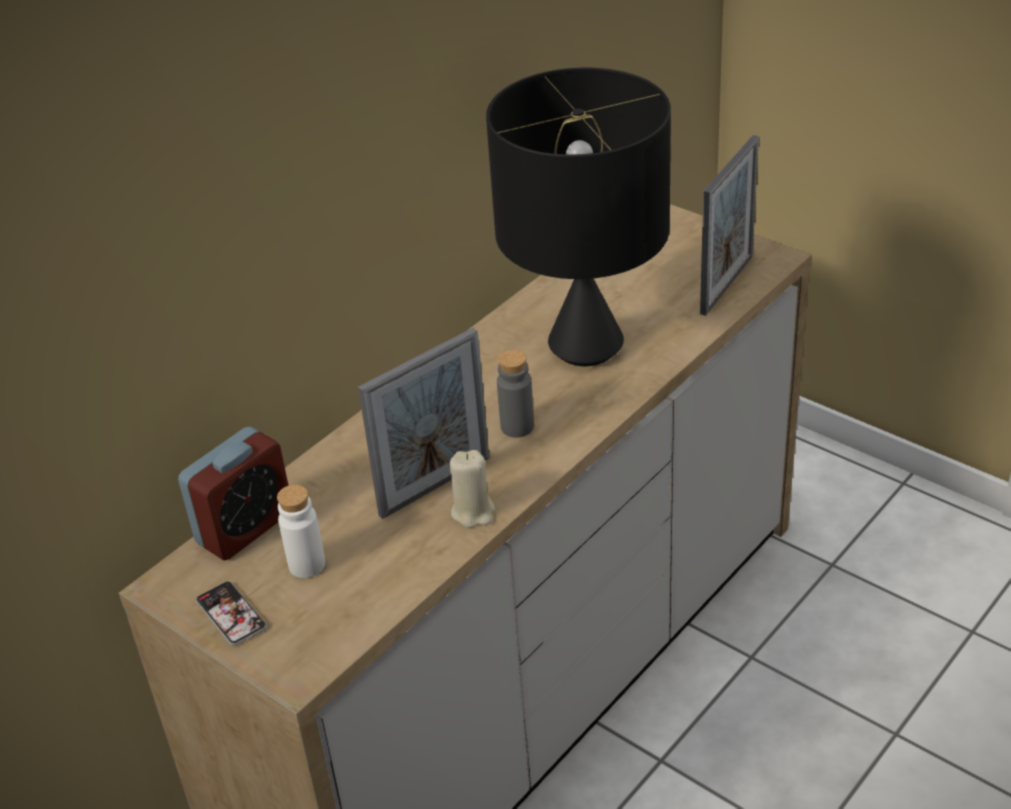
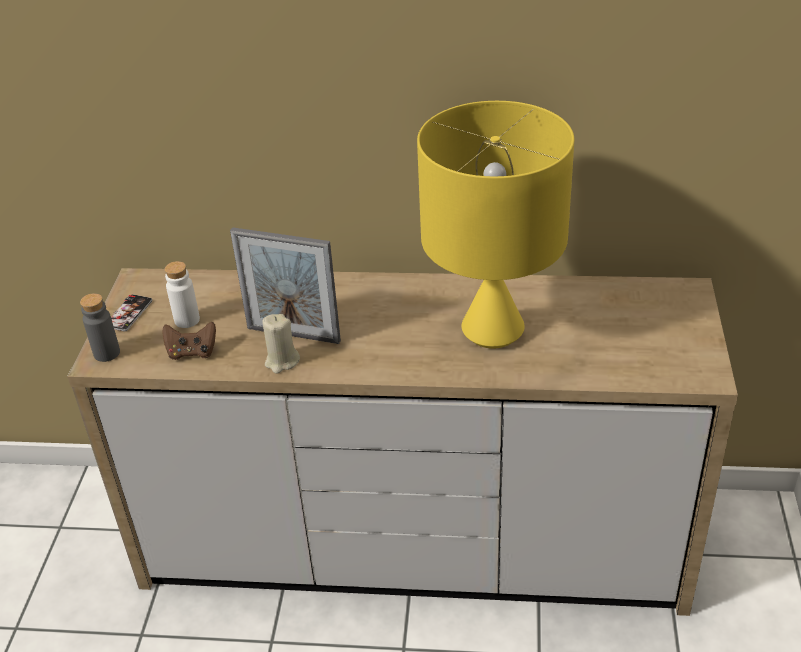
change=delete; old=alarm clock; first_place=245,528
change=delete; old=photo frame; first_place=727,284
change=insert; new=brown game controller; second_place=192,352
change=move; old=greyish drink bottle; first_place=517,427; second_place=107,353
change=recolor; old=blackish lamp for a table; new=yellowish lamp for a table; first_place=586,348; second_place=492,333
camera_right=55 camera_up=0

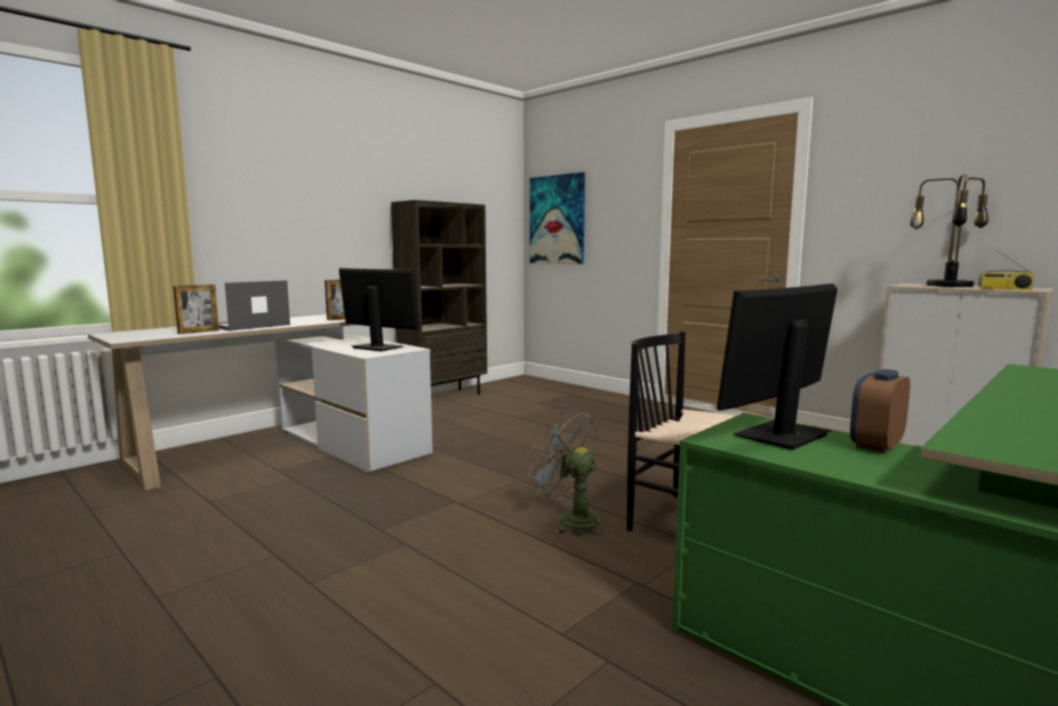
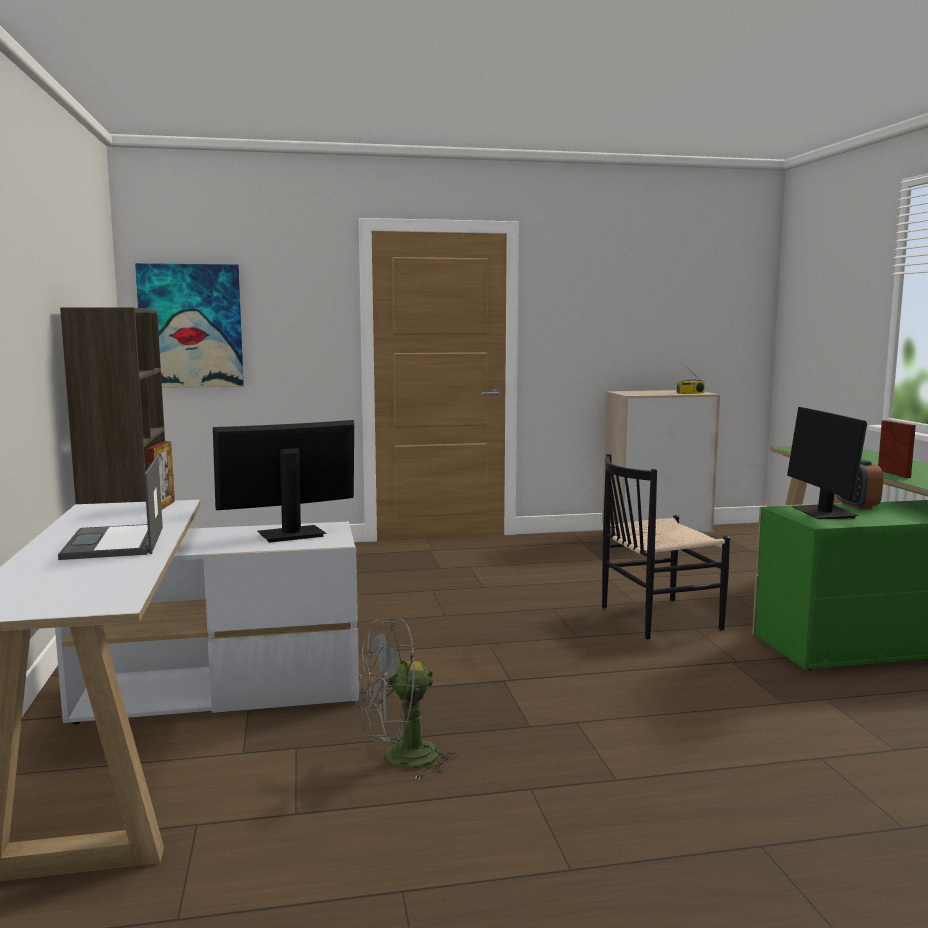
change=delete; old=lamp for a table; first_place=948,285
change=move; old=photo frame; first_place=198,332; second_place=893,474
change=move; old=greyish fan; first_place=570,519; second_place=400,759
camera_right=-55 camera_up=0

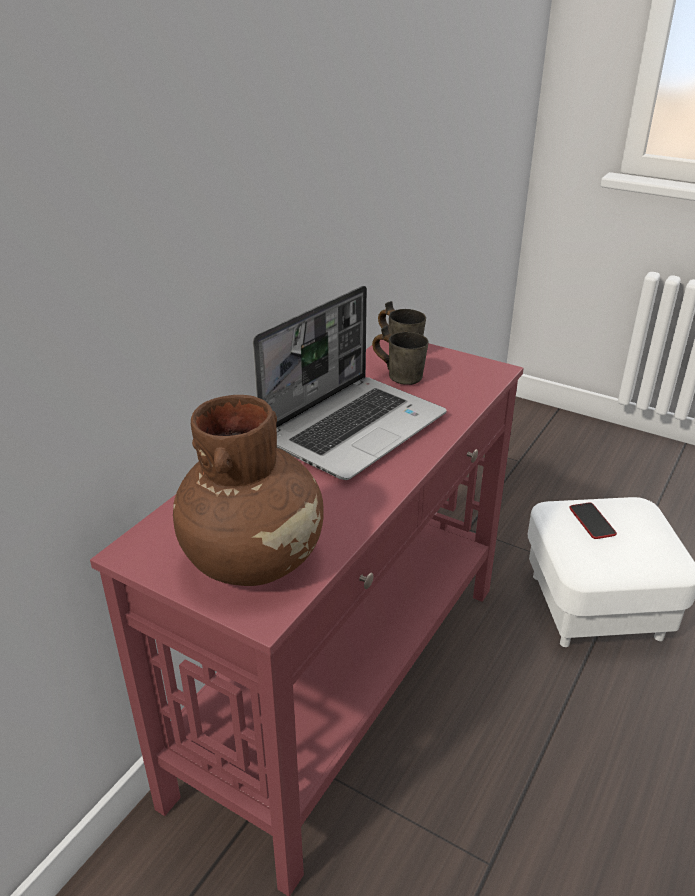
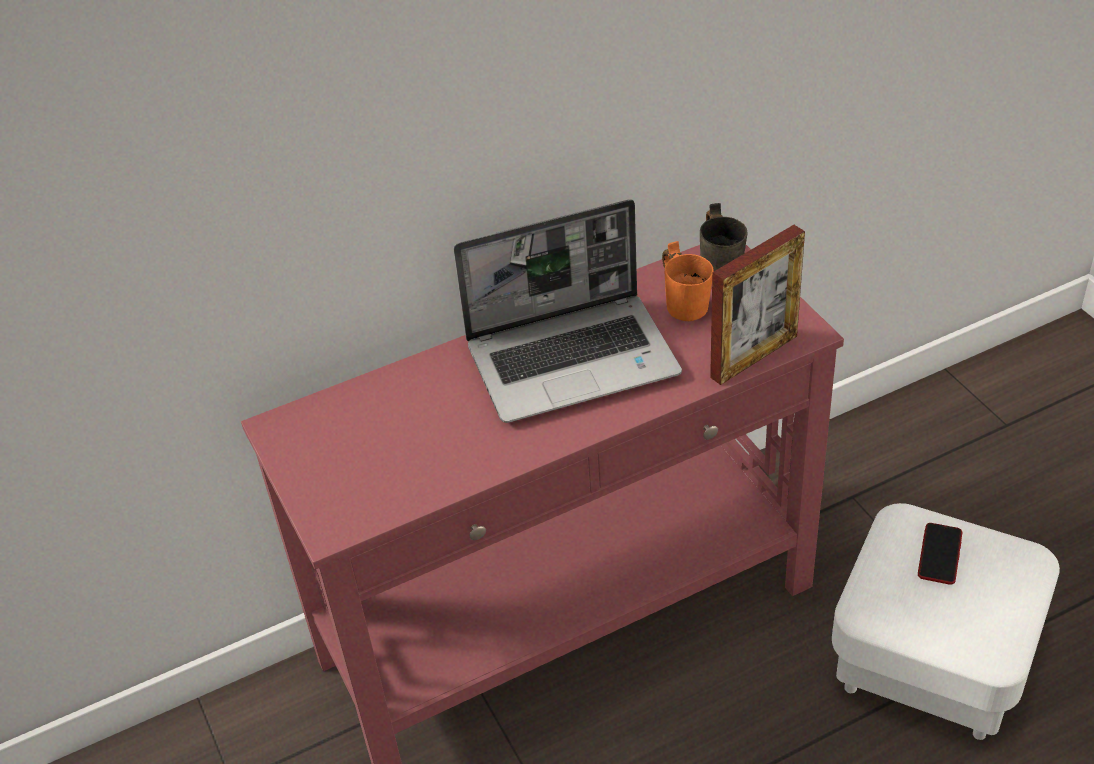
change=delete; old=brown decorative vase; first_place=254,559
change=insert; new=photo frame; second_place=754,356
change=recolor; old=greyish mug; new=orange-coloured mug; first_place=401,375; second_place=687,303
camera_right=35 camera_up=10

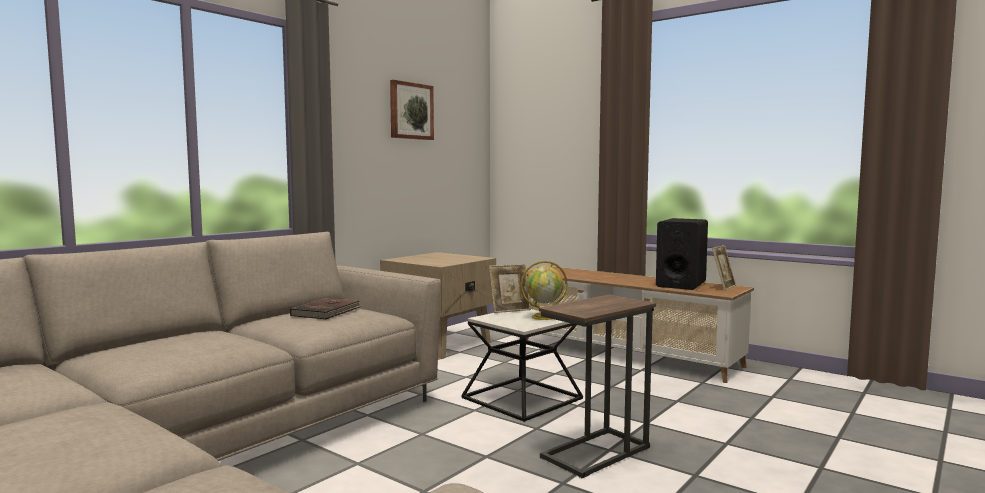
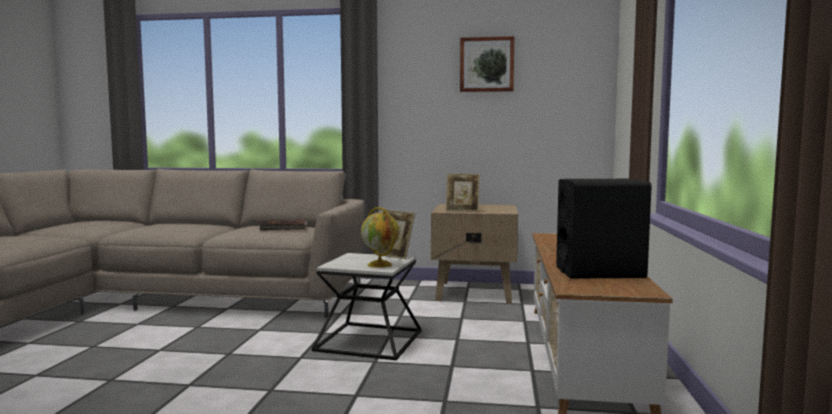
change=delete; old=brown side table; first_place=595,452
change=move; old=photo frame; first_place=723,287; second_place=462,211
camera_right=60 camera_up=0

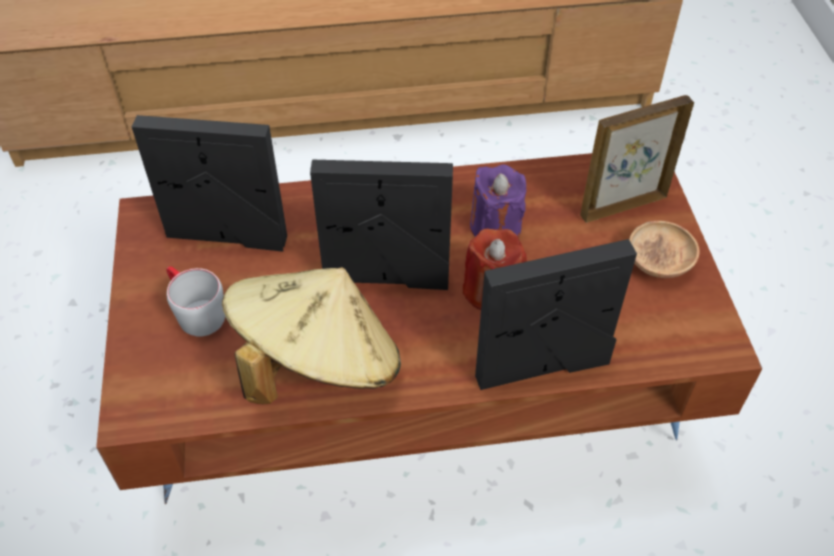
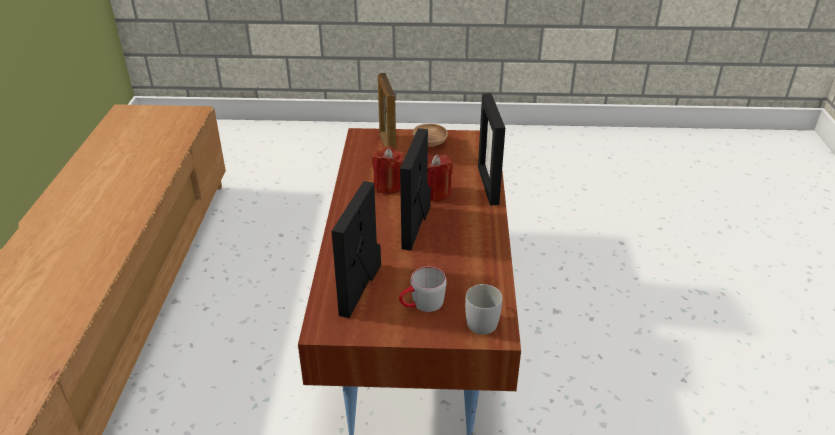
change=delete; old=sand-coloured wearable hat; first_place=317,363
change=insert; new=whitish mug; second_place=481,319
change=recolor; old=purple candle; new=red-coloured candle; first_place=495,227; second_place=388,186
camera_right=-80 camera_up=-15

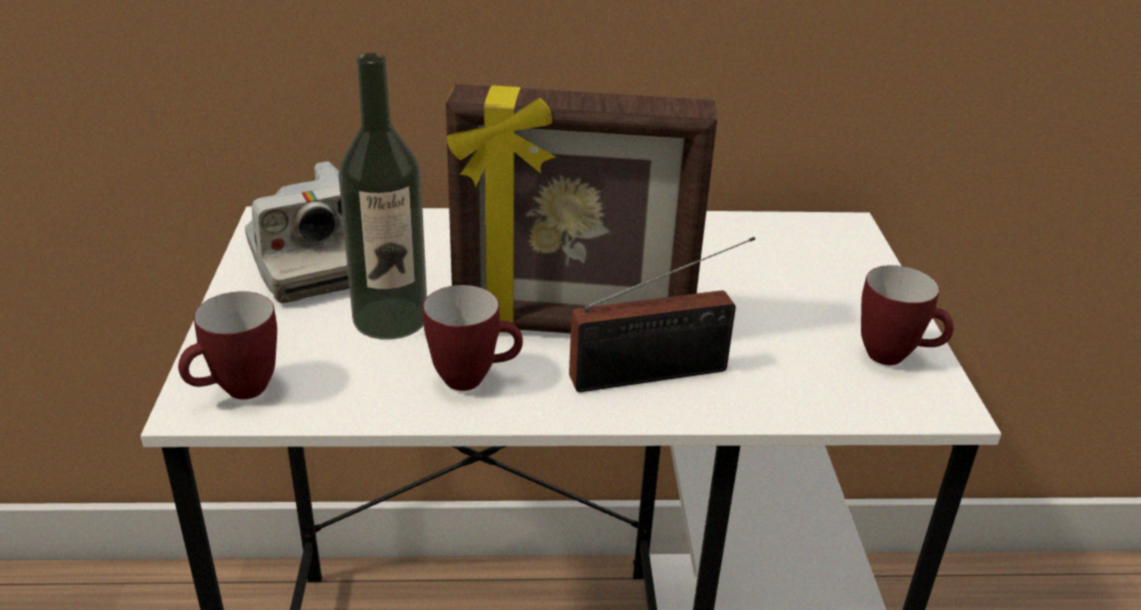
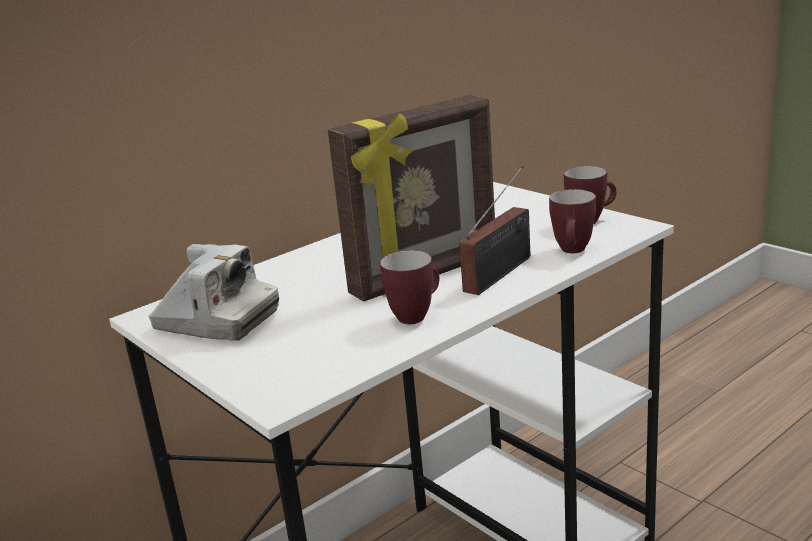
change=delete; old=drink bottle; first_place=390,319
change=move; old=mug; first_place=237,393; second_place=573,252
camera_right=-35 camera_up=-10

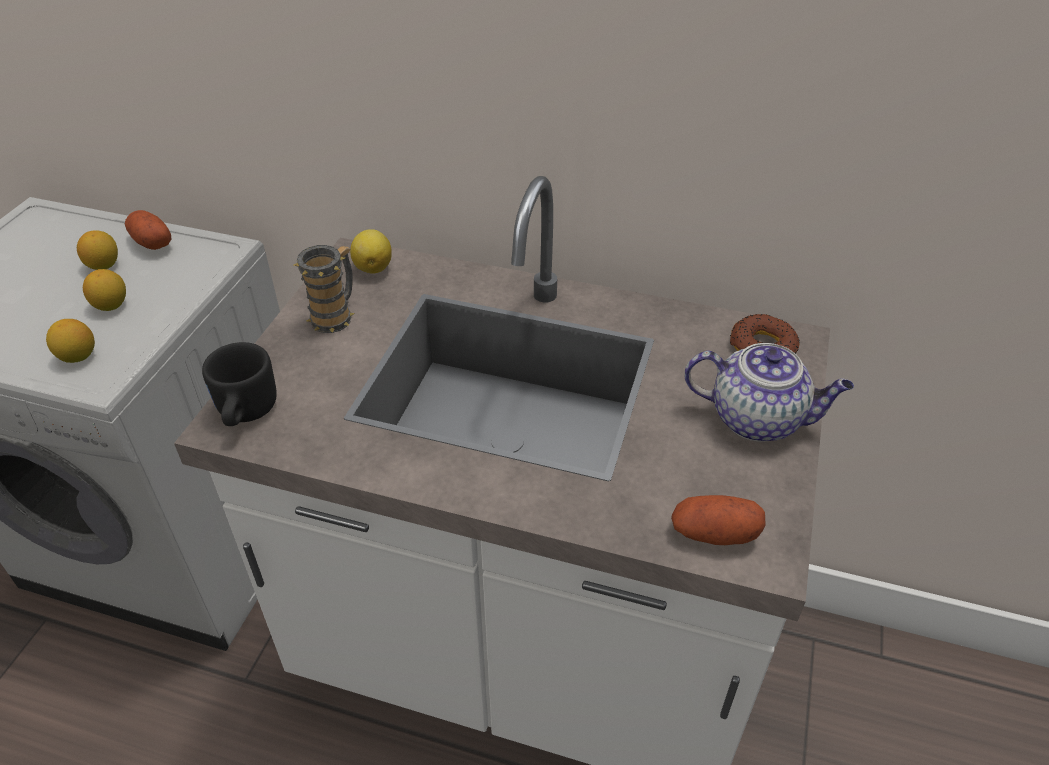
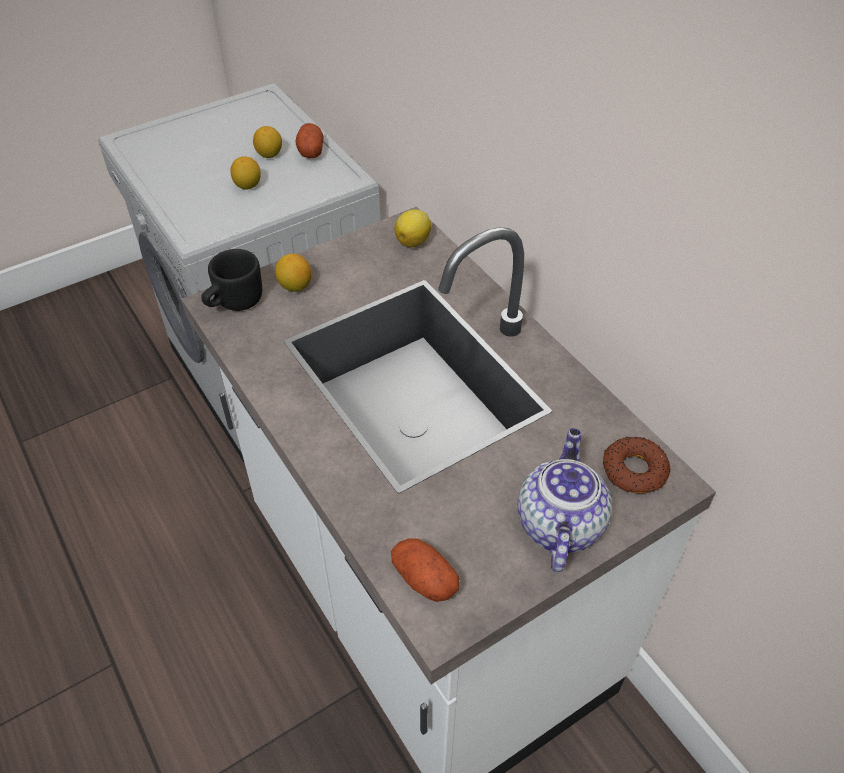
change=delete; old=mug; first_place=336,315
change=move; old=lemon; first_place=78,356; second_place=295,286
change=rotate; old=teapot; first_place=758,419; second_place=558,523; degrees=-135
camera_right=40 camera_up=5

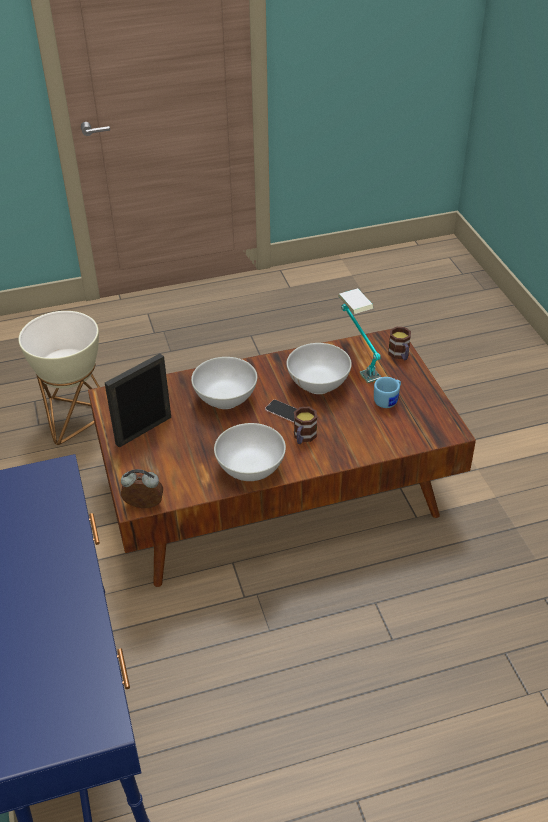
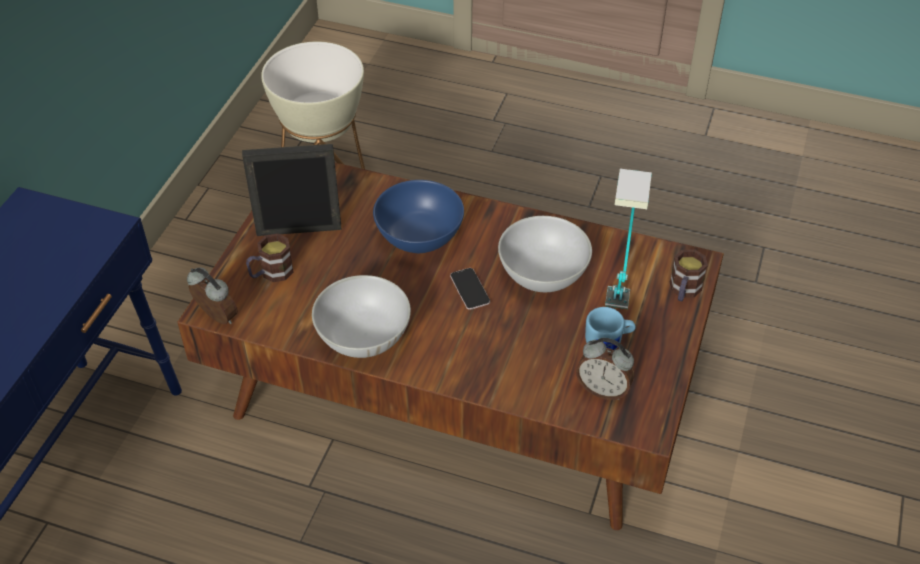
change=insert; new=alarm clock; second_place=603,389
change=move; old=mug; first_place=303,437; second_place=271,273
change=recolor; old=whitish deep dish; new=blue-coloured deep dish; first_place=225,399; second_place=419,239
camera_right=35 camera_up=5

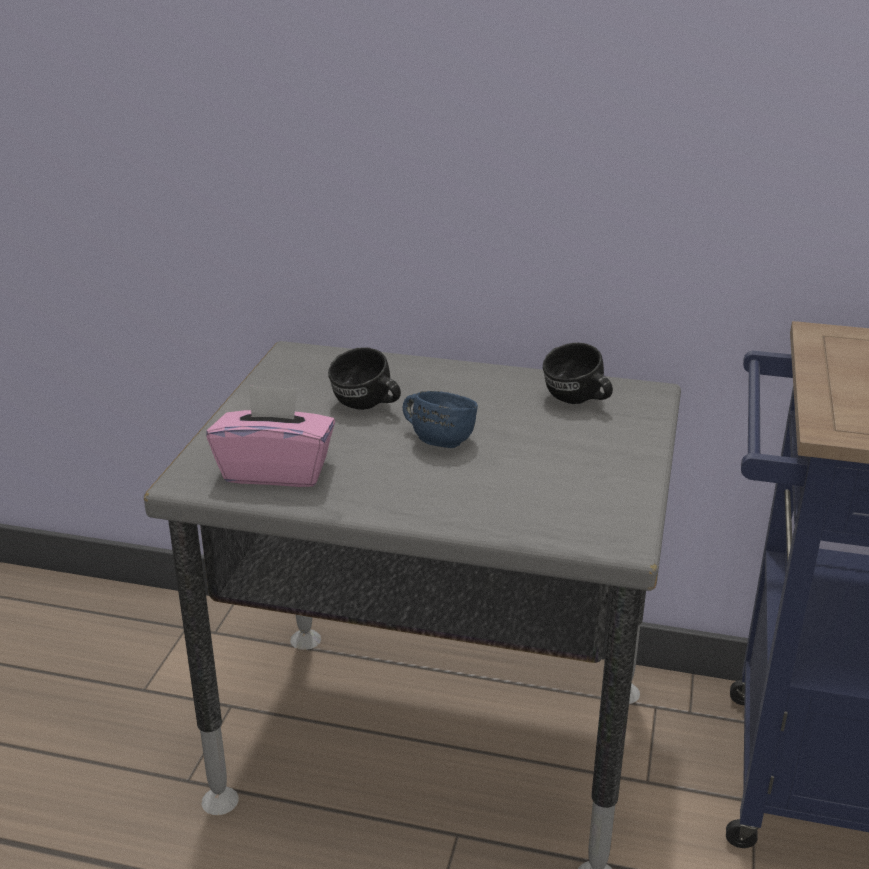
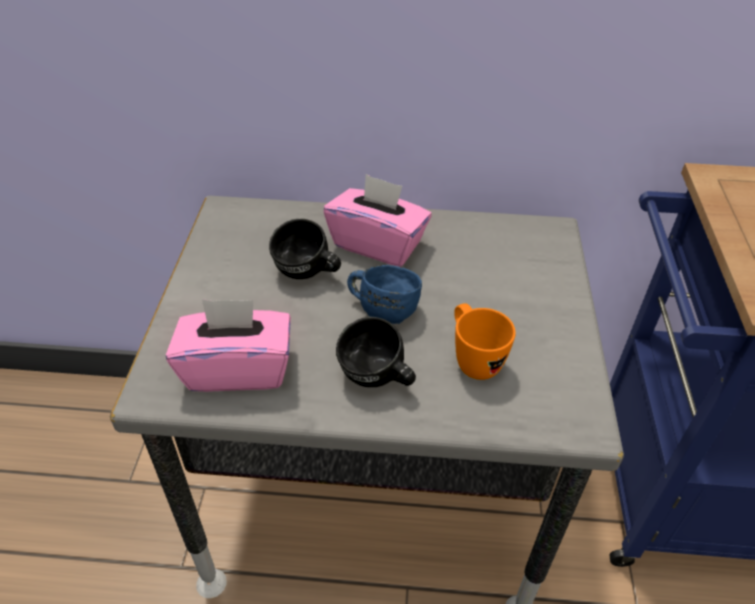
change=insert; new=pink-coloured tissue holder; second_place=378,244
change=insert; new=orange-coloured mug; second_place=473,359
change=move; old=blackish mug; first_place=576,402; second_place=376,380
camera_right=-10 camera_up=15

